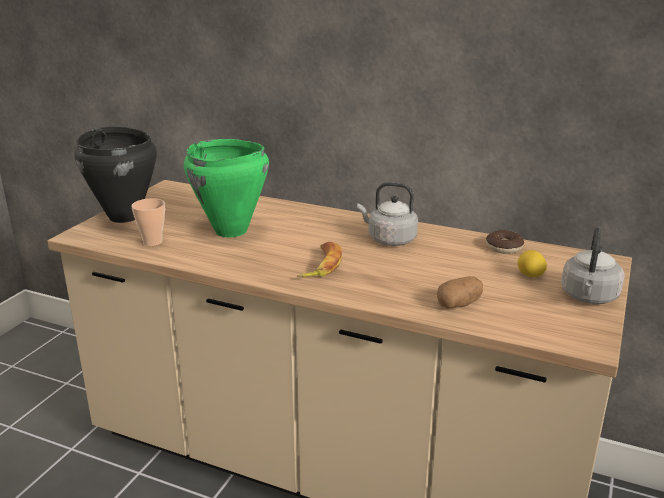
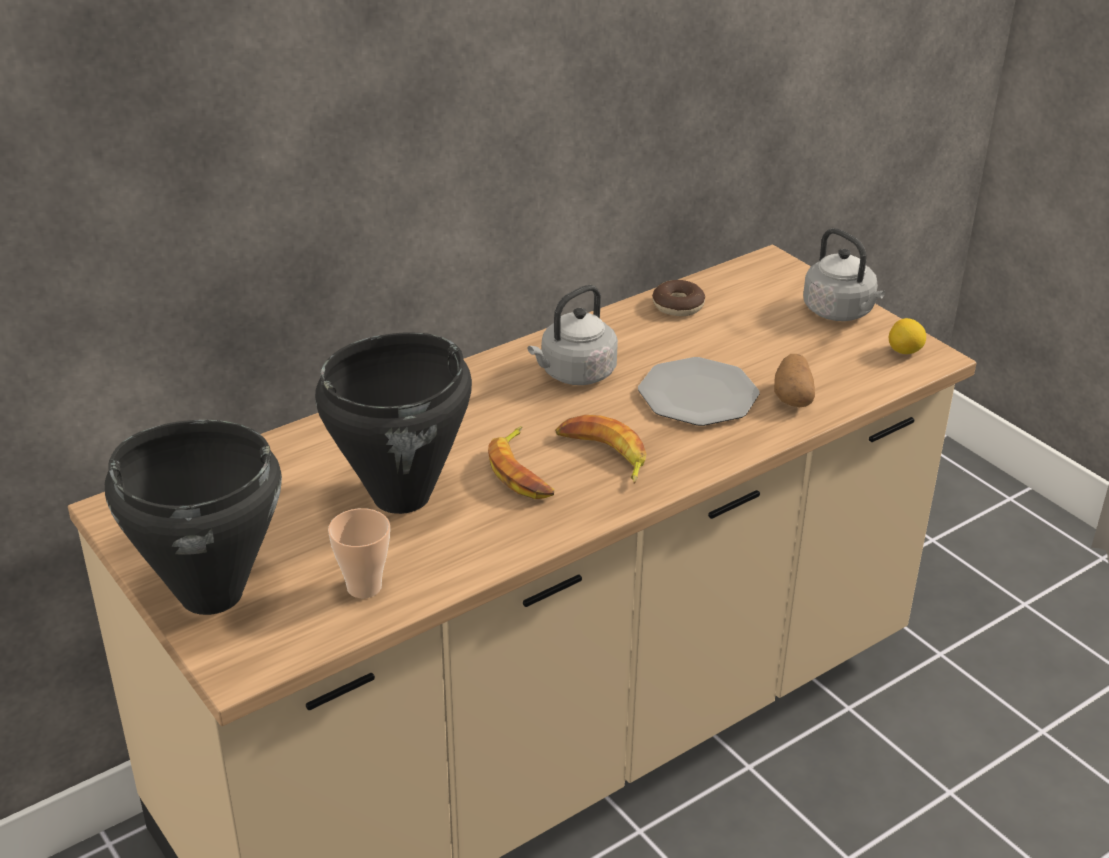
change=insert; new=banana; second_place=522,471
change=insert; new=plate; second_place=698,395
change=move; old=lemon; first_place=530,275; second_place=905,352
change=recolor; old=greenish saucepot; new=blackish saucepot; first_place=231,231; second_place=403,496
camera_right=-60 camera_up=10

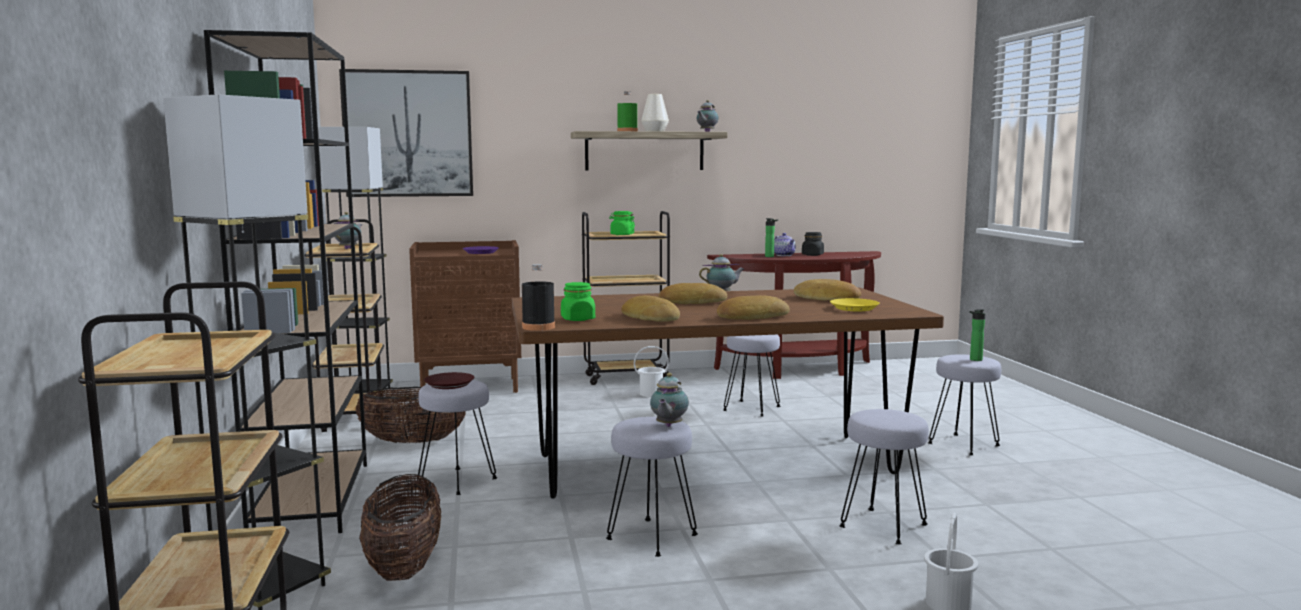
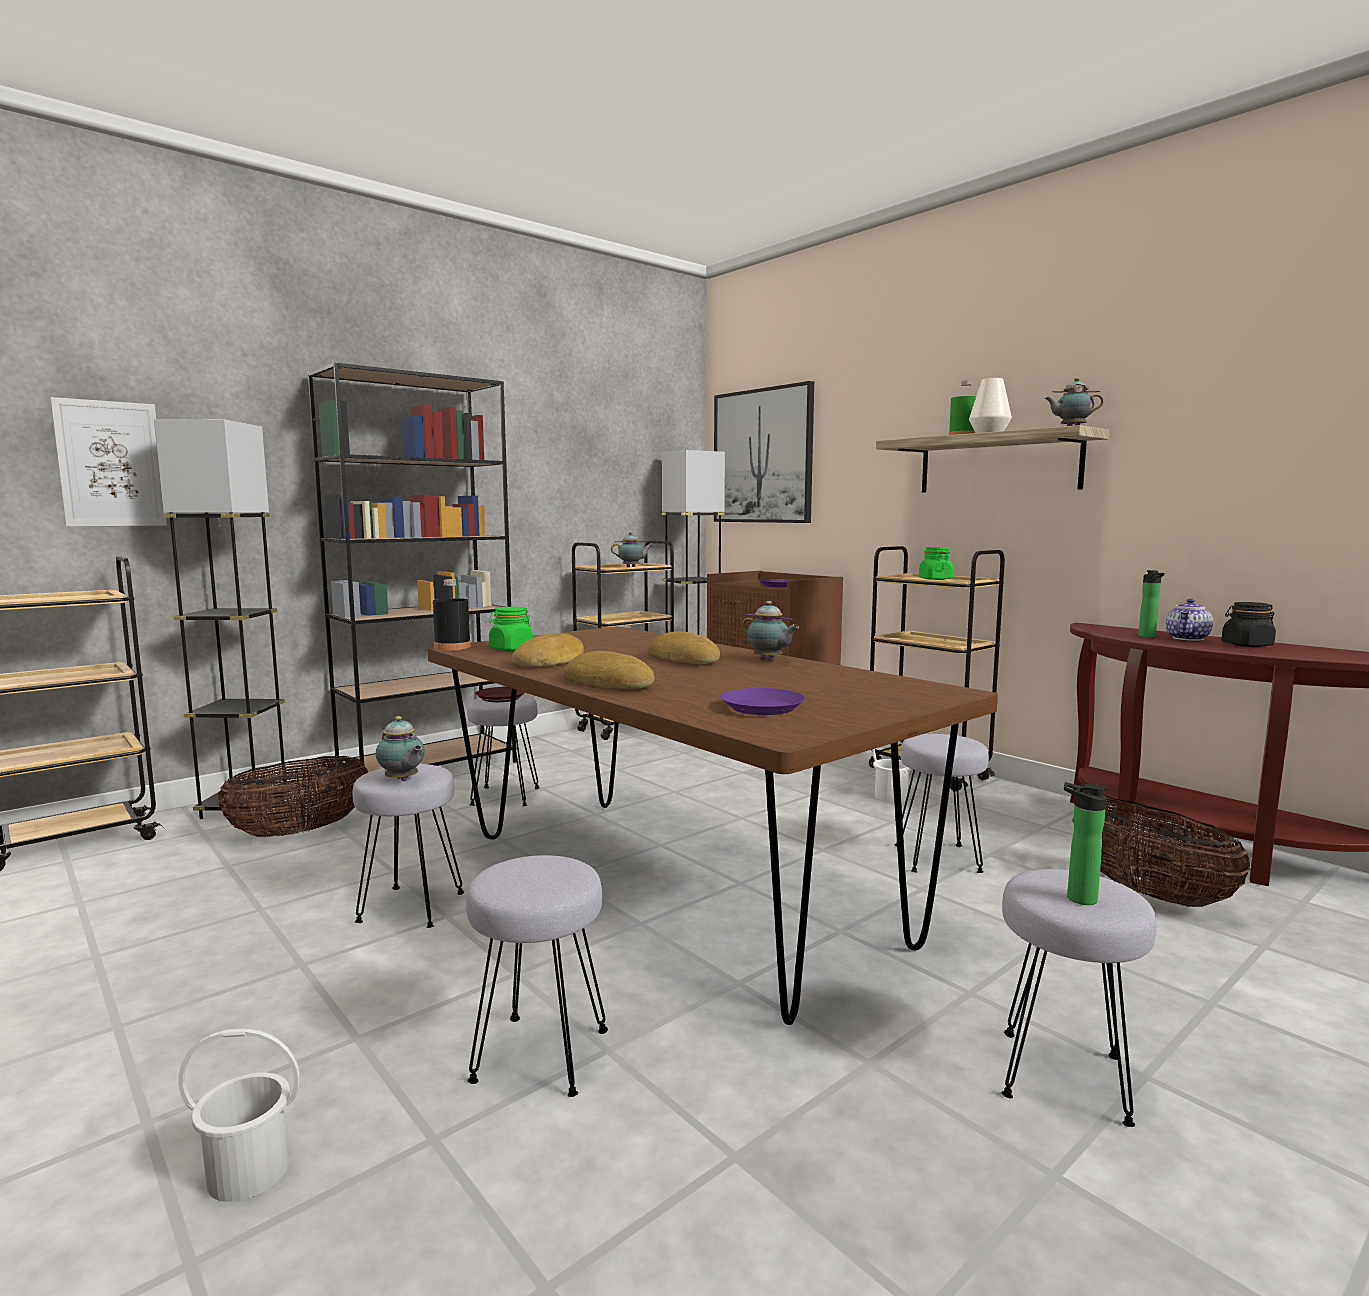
change=delete; old=bakery bread; first_place=827,298
change=insert; new=wall picture; second_place=110,464
change=move; old=storage basket; first_place=413,442; second_place=1150,894
change=recolor; old=yellowish plate; new=purple plate; first_place=854,308; second_place=763,708
change=rotate; old=teapot; first_place=668,426; second_place=402,780; degrees=-120
camera_right=60 camera_up=0

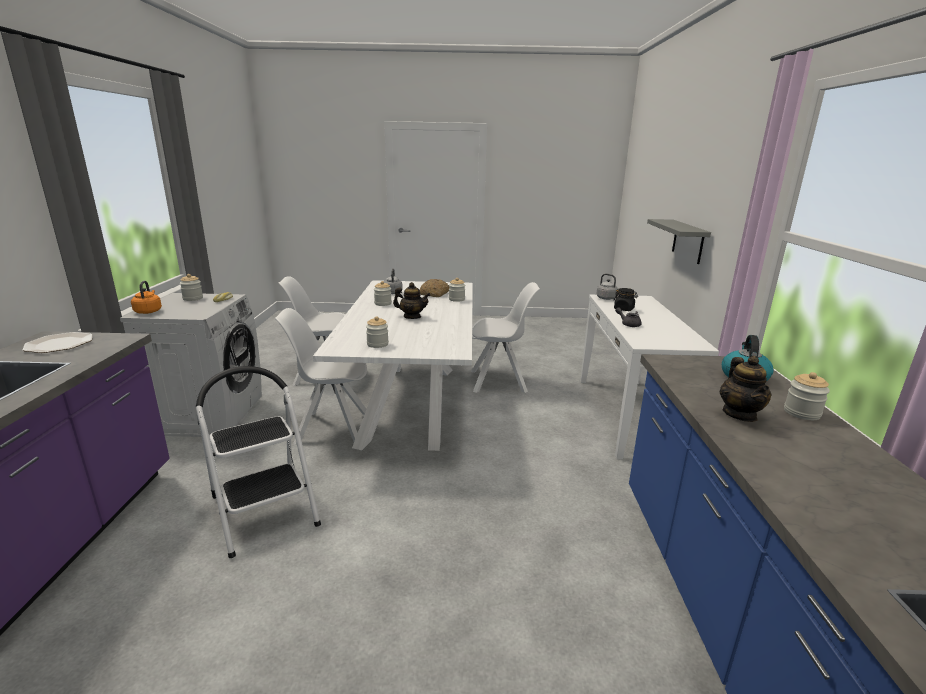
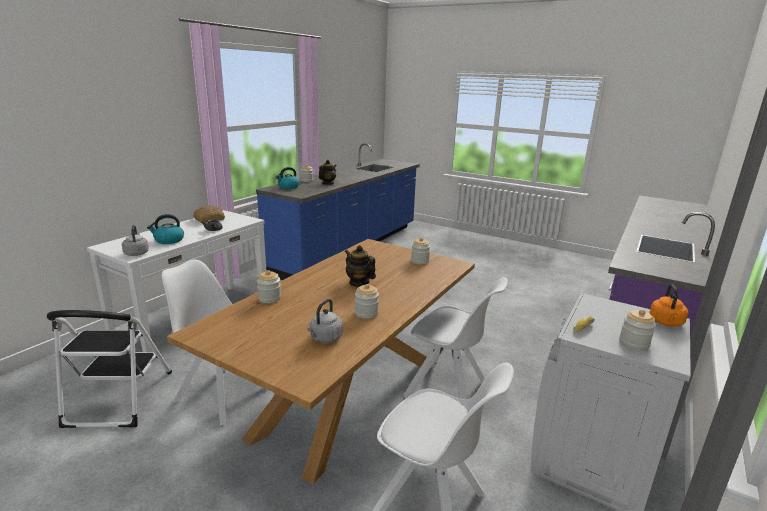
change=delete; old=plate; first_place=60,344
change=delete; old=greyish bracket shelf; first_place=688,241
change=move; old=step stool; first_place=264,508; second_place=118,400
change=move; old=bakery bread; first_place=434,294; second_place=209,219
change=replace; old=blackish preserve jar; new=kettle; first_place=624,309; second_place=168,240
change=recolor; old=whitish kitchen table; new=brown kitchen table; first_place=411,402; second_place=349,397
camera_right=-150 camera_up=0

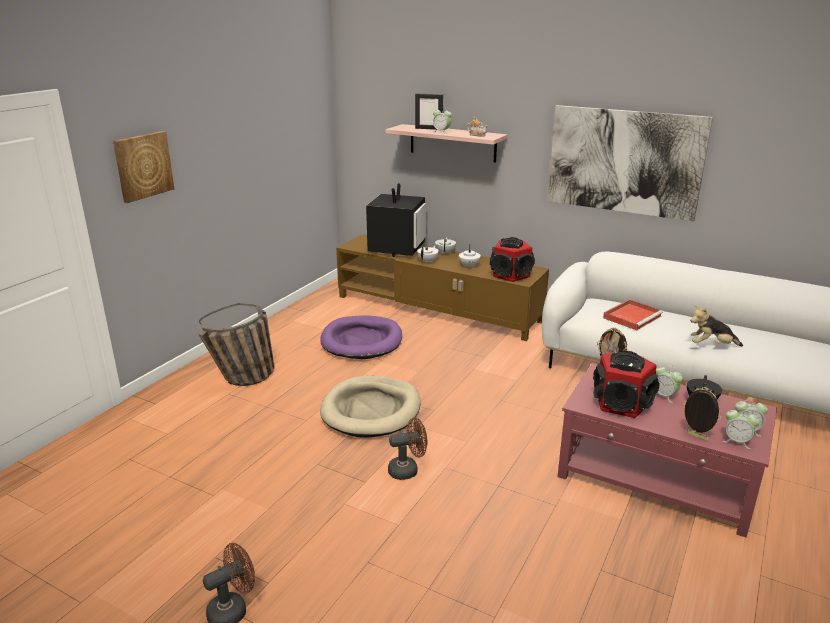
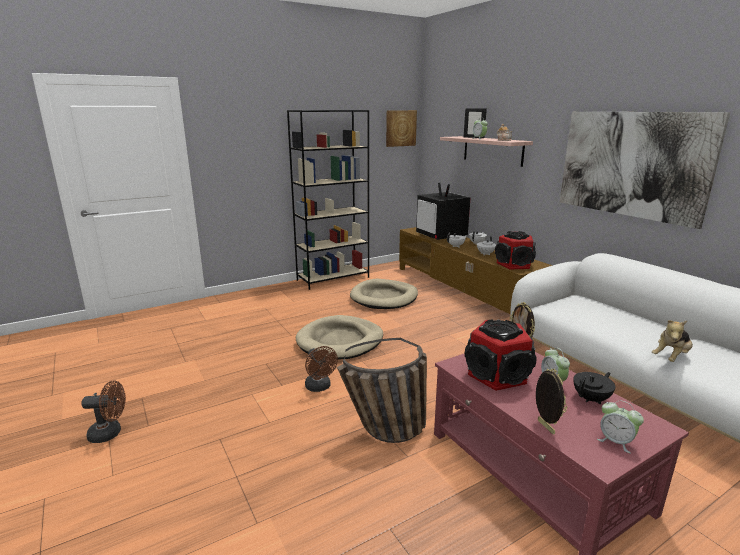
change=delete; old=red-coloured carrying tray; first_place=632,316
change=delete; old=alarm clock; first_place=737,441
change=insert; new=sand-coloured bookcase; second_place=333,278
change=move; old=wall picture; first_place=143,166; second_place=400,128
change=move; old=storage basket; first_place=244,380; second_place=385,433
change=recolor; old=purple dog bed; new=sand-coloured dog bed; first_place=362,341; second_place=384,297
change=rotate; old=TV; first_place=397,249; second_place=441,236; degrees=105
change=rotate; old=brown fan; first_place=408,470; second_place=320,387; degrees=45
change=rotate; old=soft toy; first_place=711,345; second_place=671,357; degrees=-75
camera_right=30 camera_up=-5

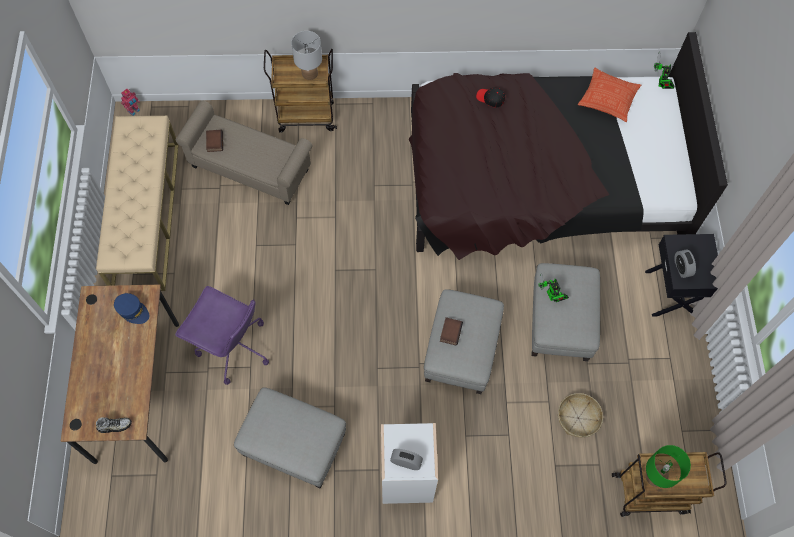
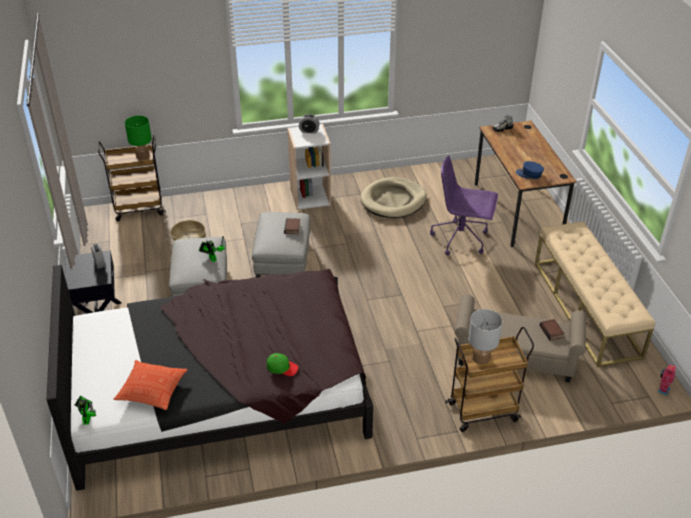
change=replace; old=greyish pouffe; new=sand-coloured dog bed; first_place=293,445; second_place=393,201
change=recolor; old=blackish cap; new=greenish cap; first_place=490,98; second_place=282,367
camera_right=170 camera_up=-25

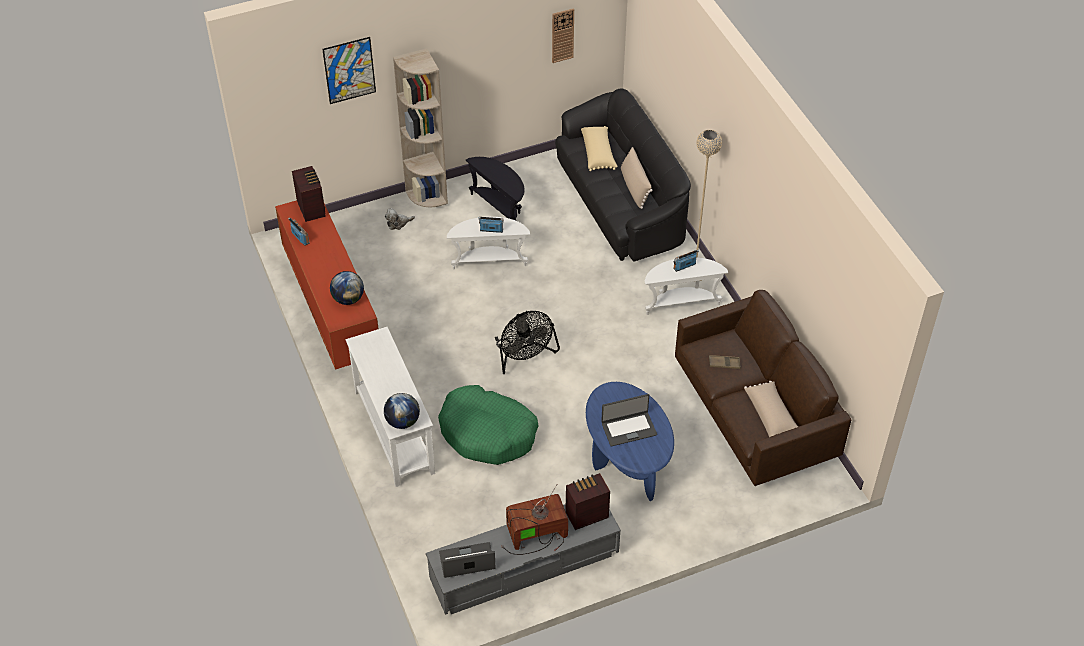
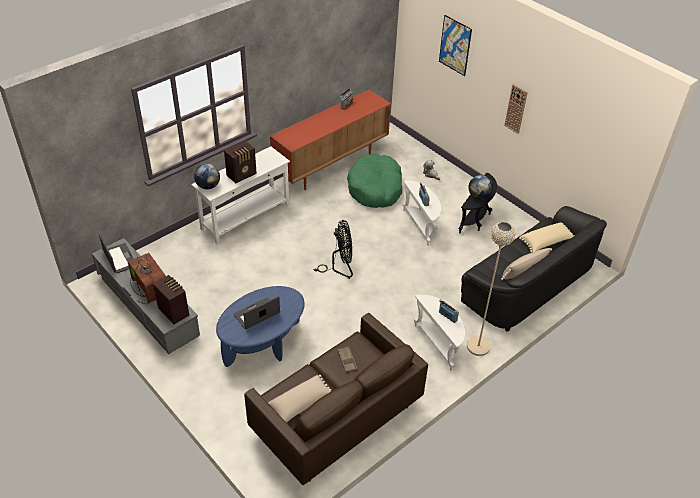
change=delete; old=sand-coloured bookcase; first_place=427,199
change=move; old=radio set; first_place=311,208; second_place=242,175
change=move; old=globe; first_place=348,299; second_place=479,196
change=move; old=greenish dog bed; first_place=488,433; second_place=375,188
change=move; old=wall clock; first_place=562,35; second_place=516,109
change=rotate; old=blackish fan; first_place=522,355; second_place=339,263; degrees=-135
change=rotate; old=notebook computer; first_place=628,428; second_place=257,314; degrees=90
camera_right=70 camera_up=-5

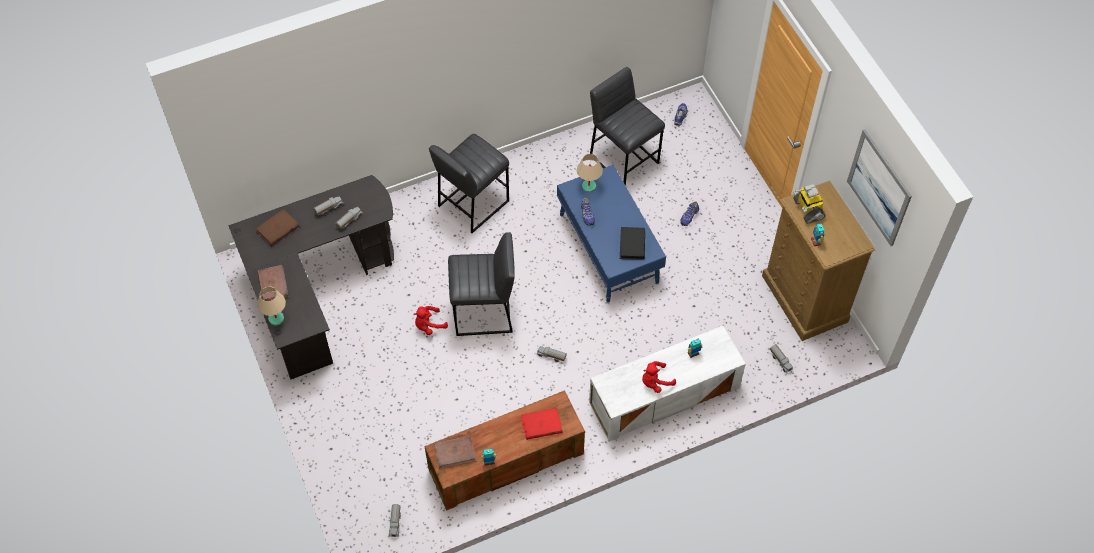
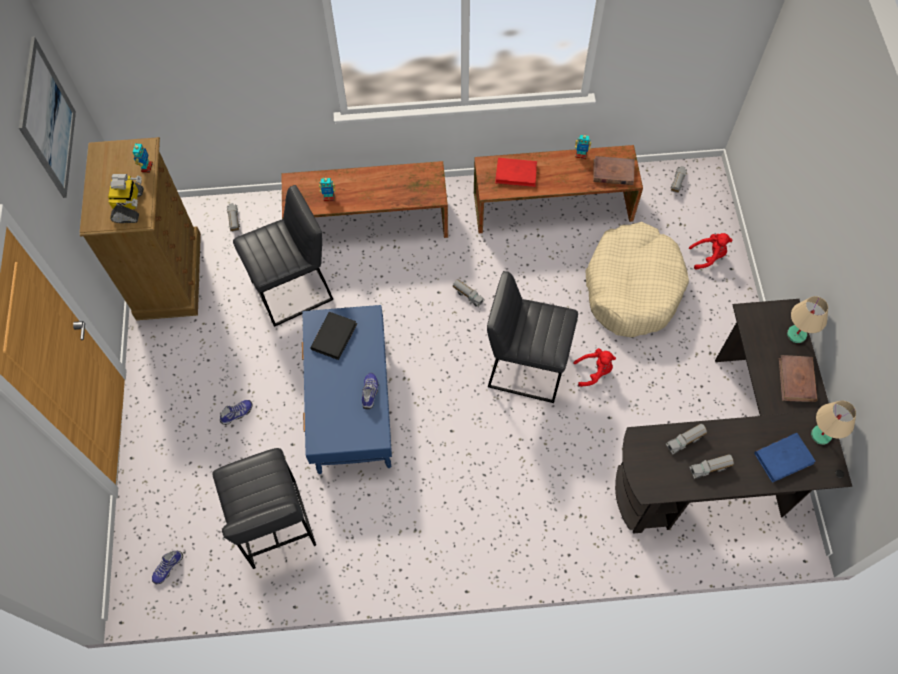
change=insert; new=sand-coloured dog bed; second_place=632,287
change=move; old=greyish stool; first_place=472,204; second_place=293,290
change=move; old=sand-coloured lamp for a table; first_place=589,186; second_place=820,435
change=move; old=red-coloured soft toy; first_place=655,382; second_place=708,256
change=recolor; old=brown volume; new=blue-coloured volume; first_place=277,229; second_place=783,458
change=recolor; old=whitish long seat; new=brown long seat; first_place=664,396; second_place=369,221
camera_right=-160 camera_up=5

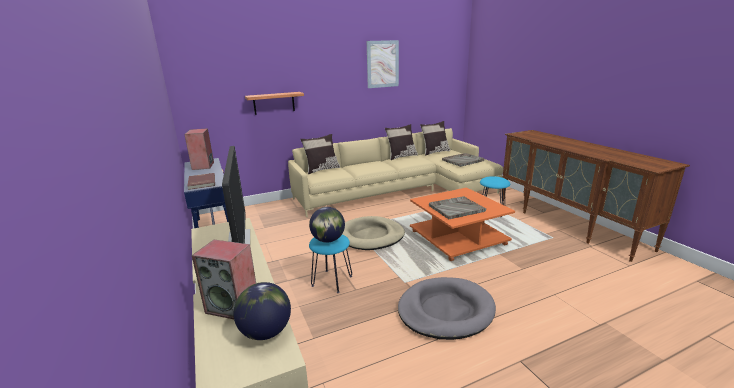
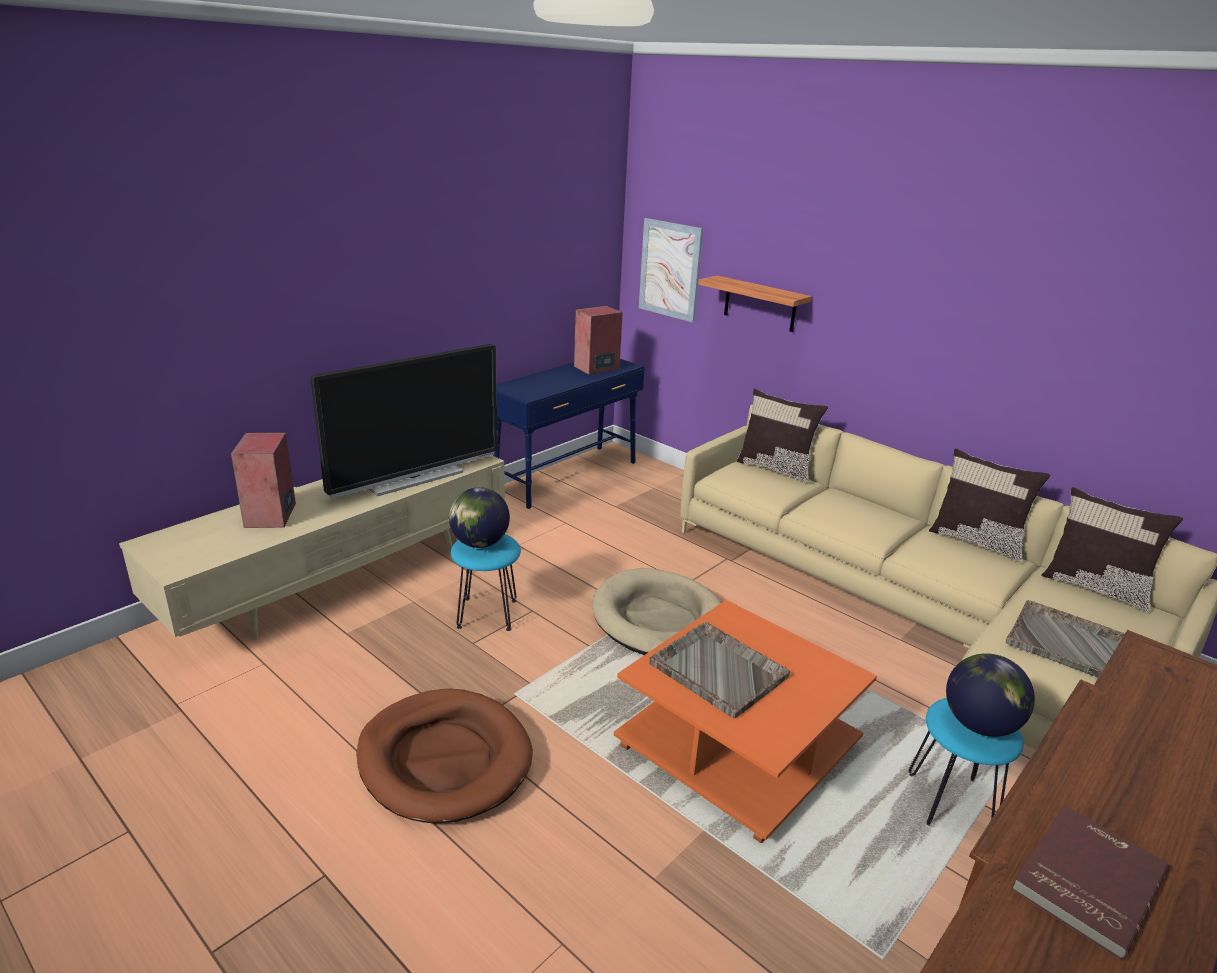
change=move; old=red-coloured volume; first_place=201,182; second_place=1085,880
change=move; old=globe; first_place=266,332; second_place=979,725
change=move; old=wall picture; first_place=382,64; second_place=670,269
change=recolor; old=greyish dog bed; new=brown dog bed; first_place=445,311; second_place=444,759
camera_right=65 camera_up=5

